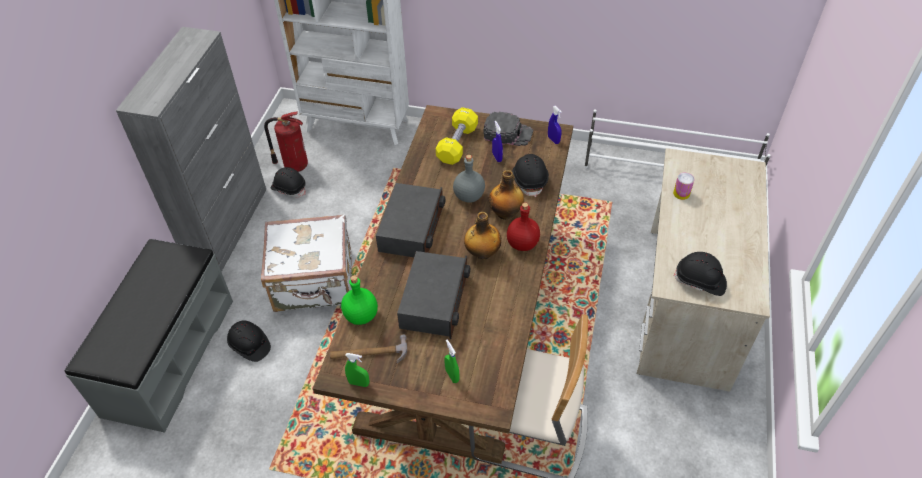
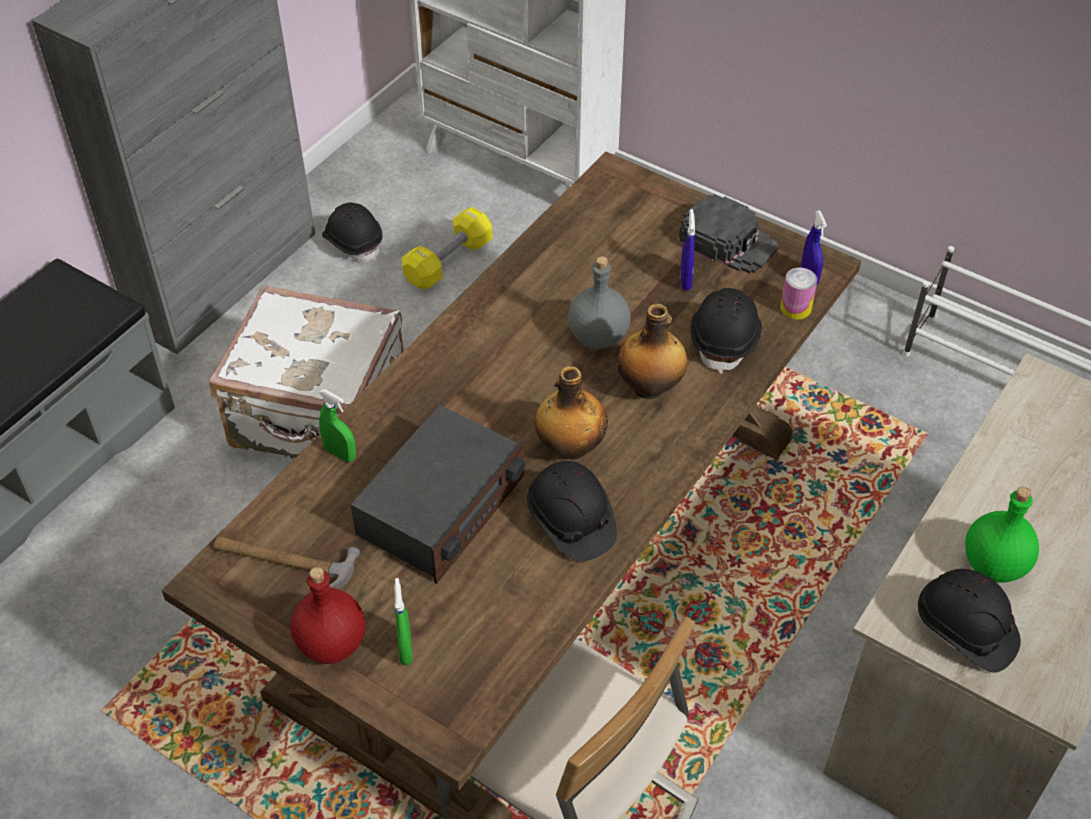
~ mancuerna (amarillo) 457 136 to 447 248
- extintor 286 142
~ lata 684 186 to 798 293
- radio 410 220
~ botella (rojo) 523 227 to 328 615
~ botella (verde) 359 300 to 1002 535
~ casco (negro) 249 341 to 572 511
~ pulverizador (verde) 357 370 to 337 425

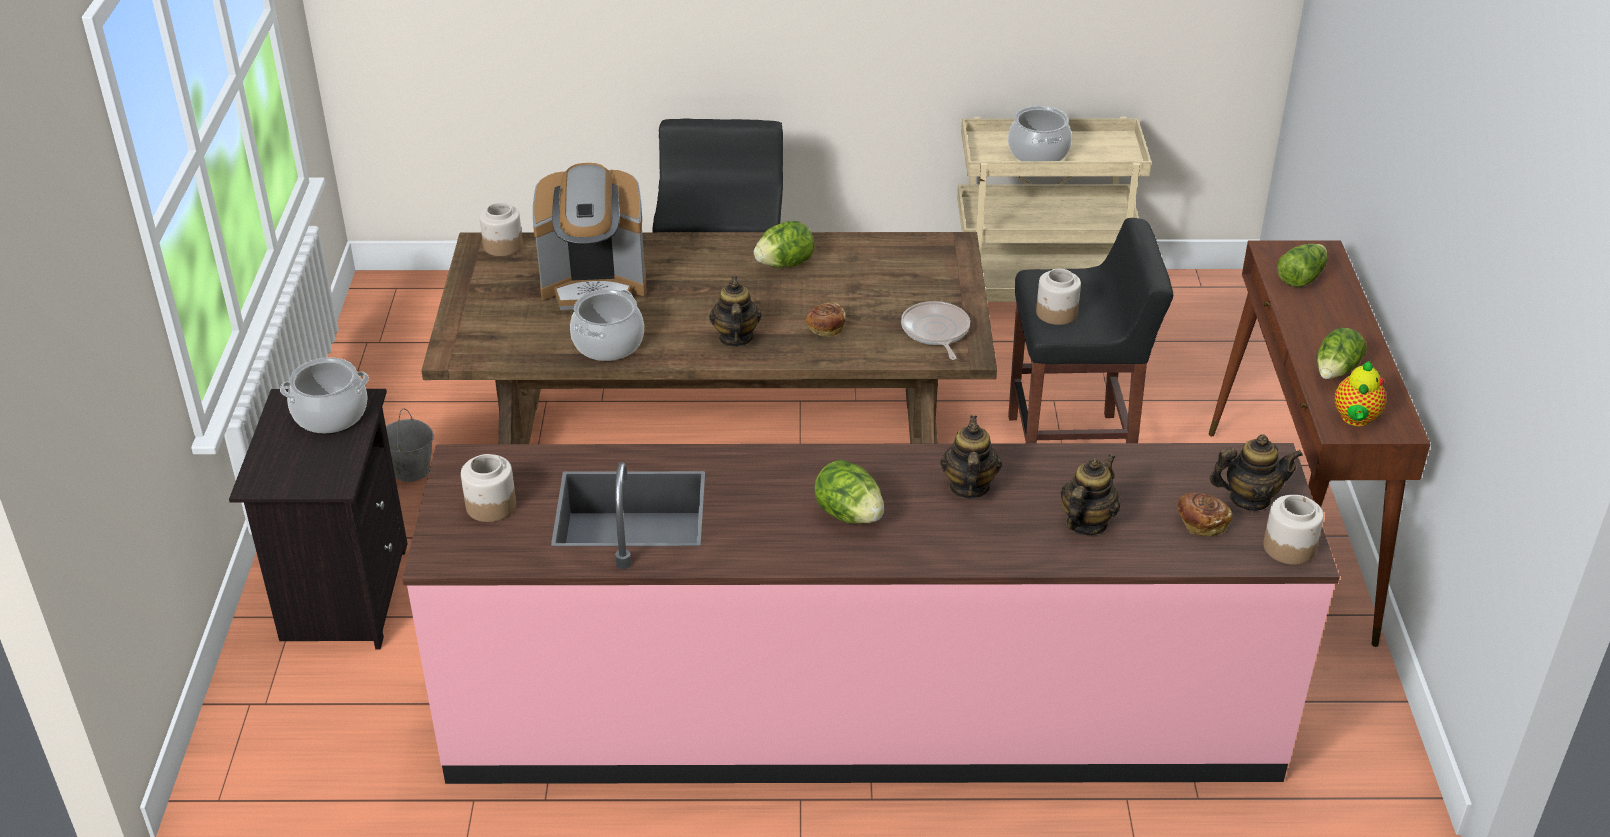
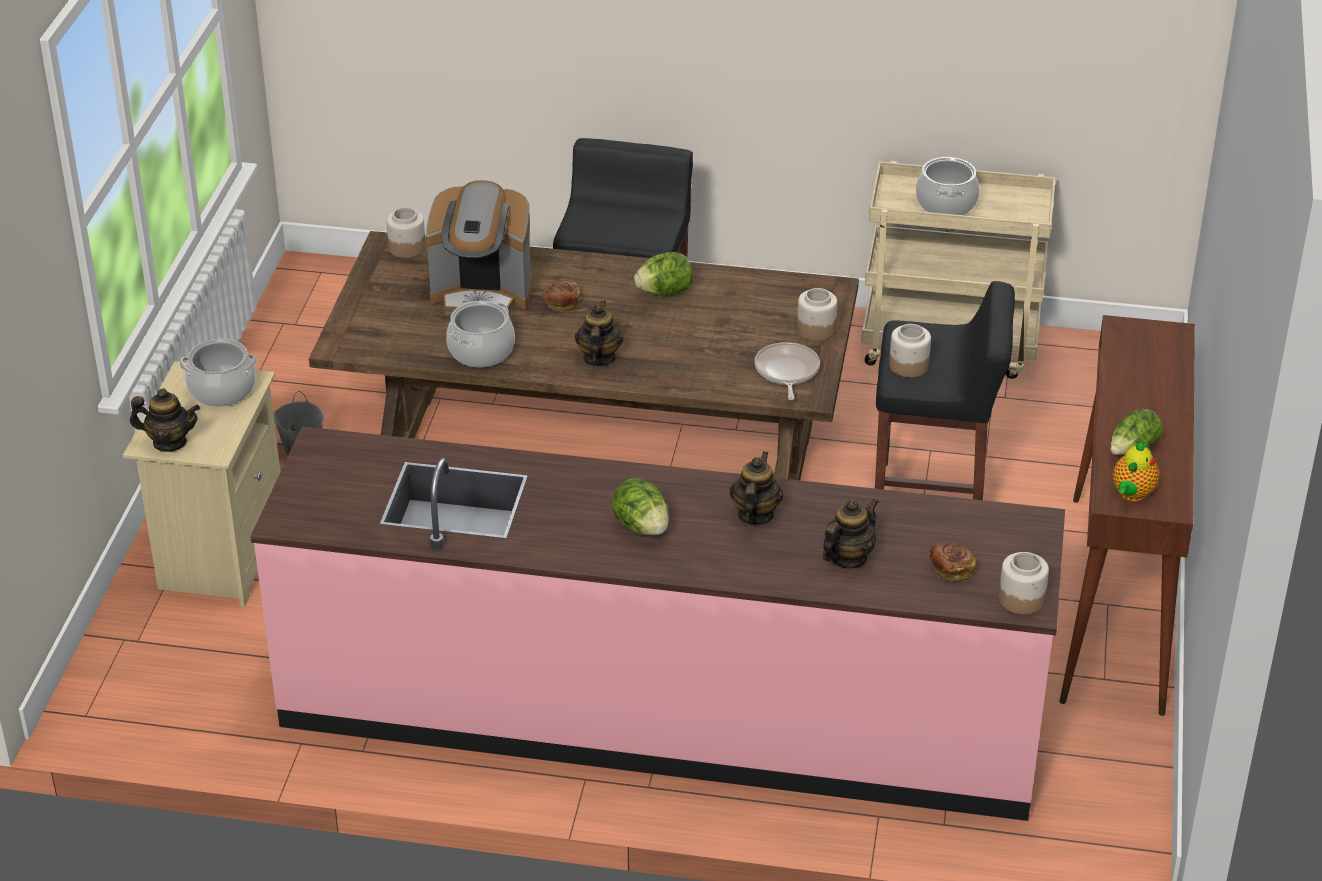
- lechuga 1302 265
~ pan 826 319 to 561 297
~ mesita de noche (negro) 318 519 to mesita de noche (beis) 201 484
~ tetera 1256 473 to 165 420
~ tarro 488 488 to 817 314

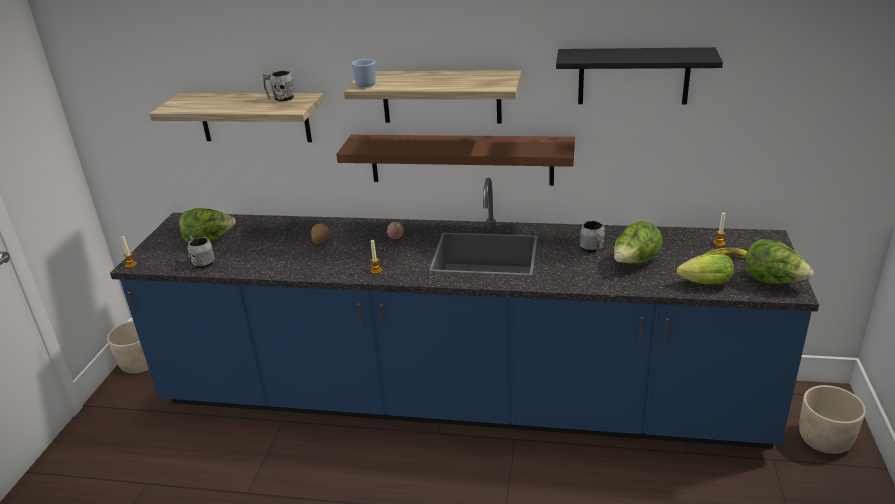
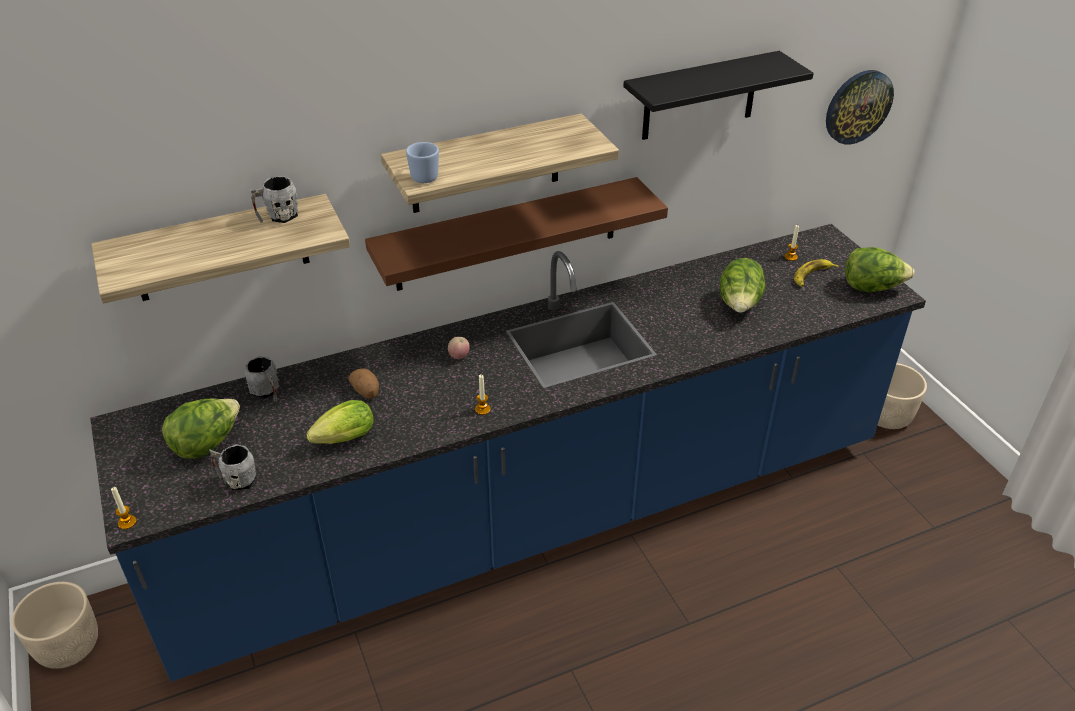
~ taza grande (gris) 592 238 to 262 379
~ lechuga 705 268 to 340 422
+ reloj de pared 860 107

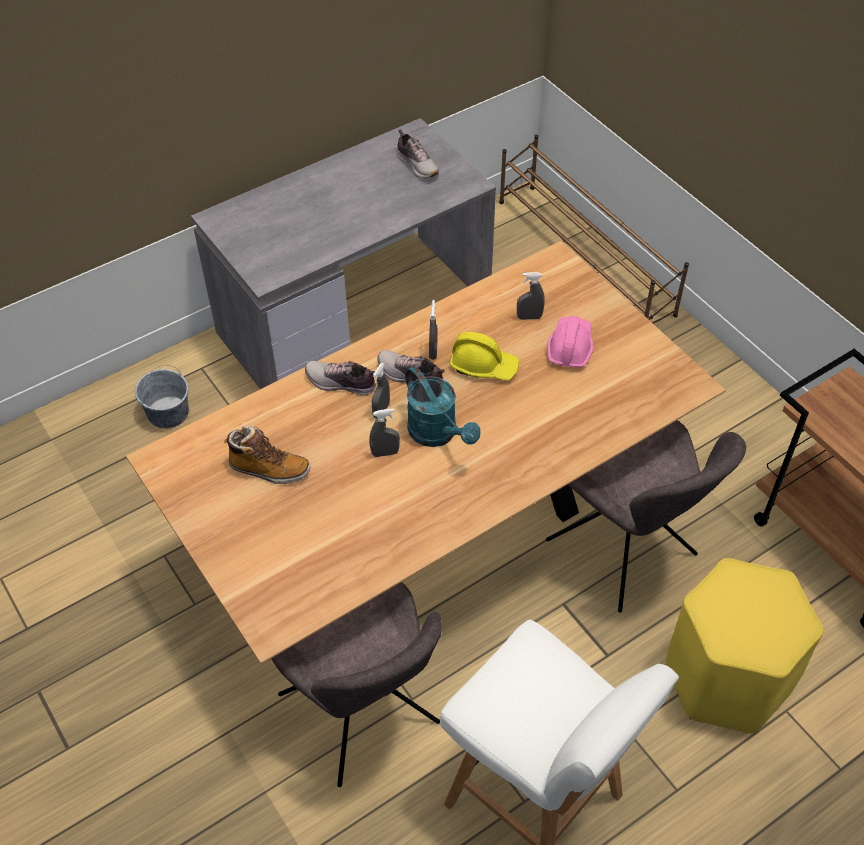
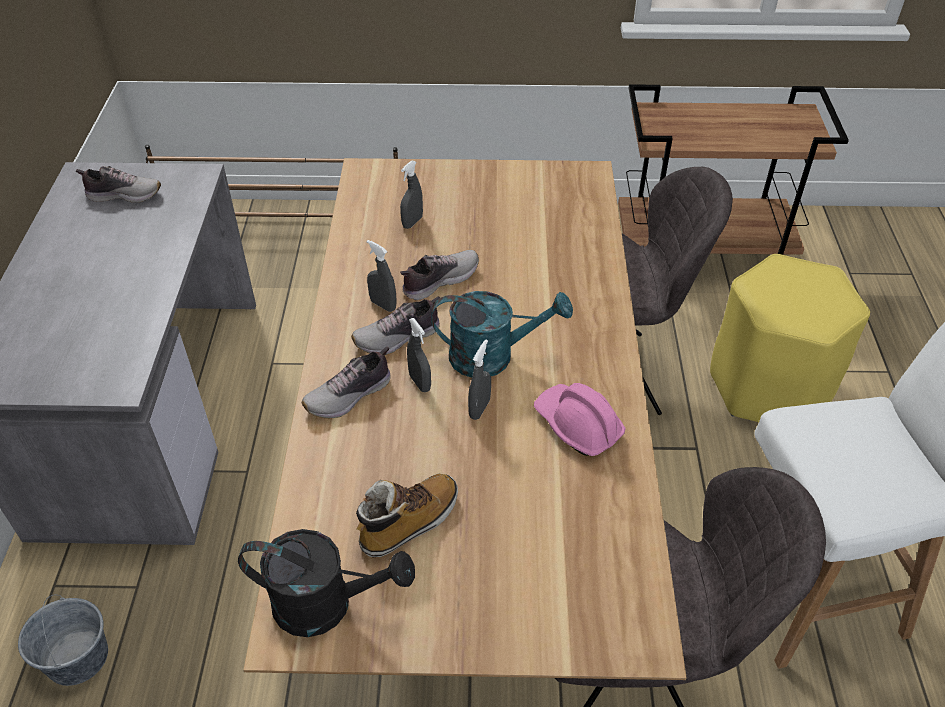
~ casco (rosa) 570 341 to 579 419
~ casco (amarillo) 484 356 to zapato 439 275
+ regadera (negro) 326 583

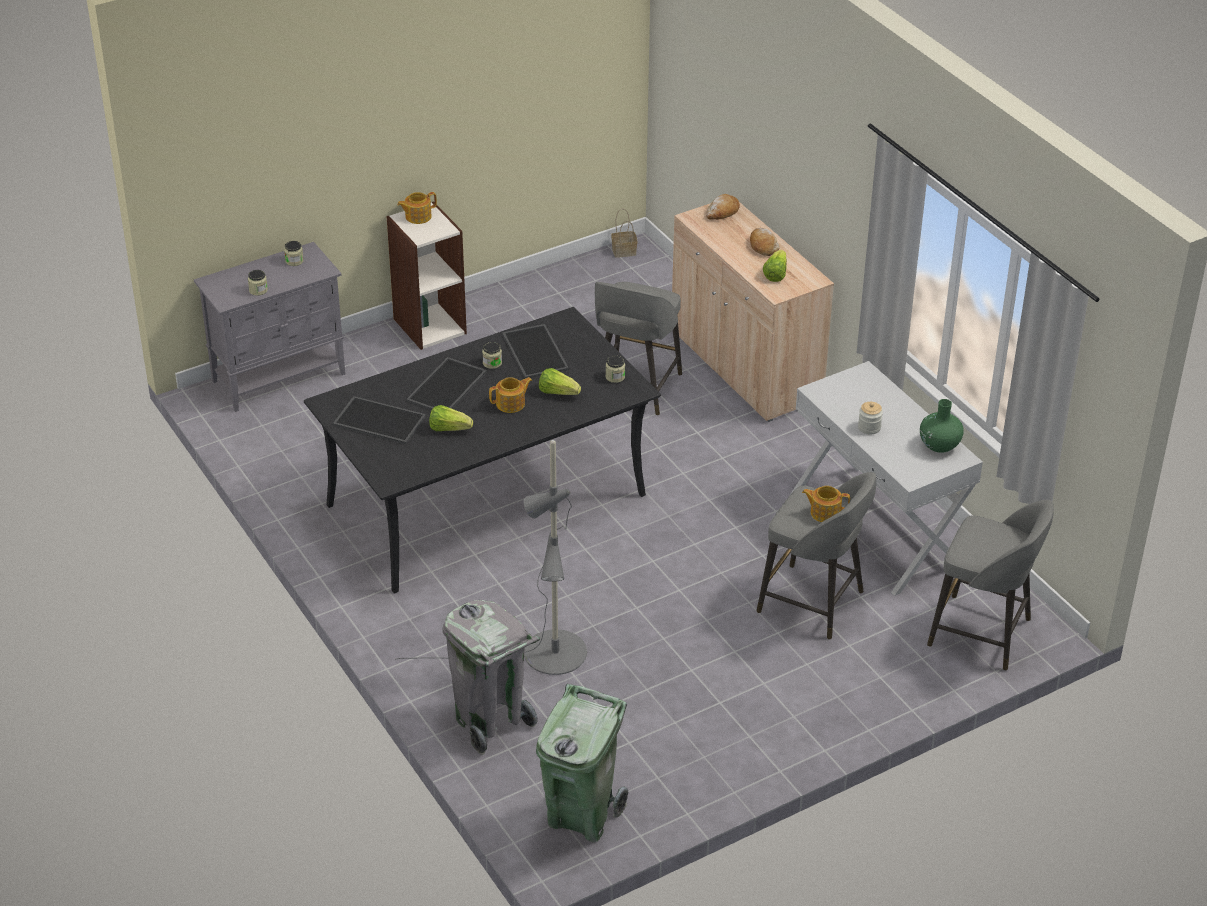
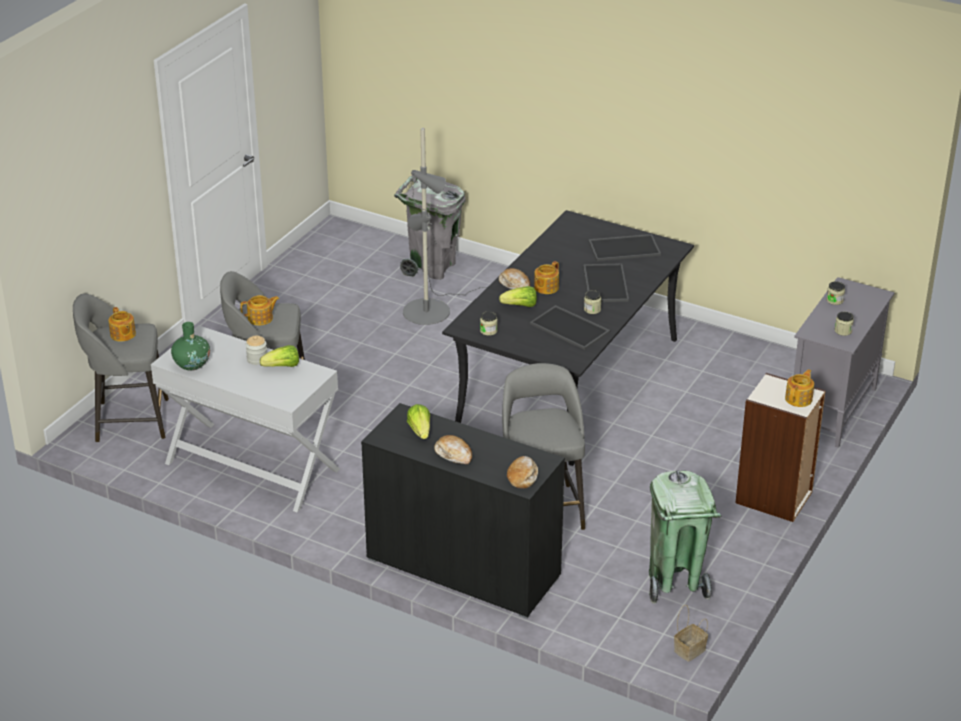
~ armario (beis) 753 312 to armario (negro) 463 511
~ lechuga 451 418 to 279 356
~ papelera (verde) 582 763 to 685 537
+ pan 514 279
+ tetera 122 324

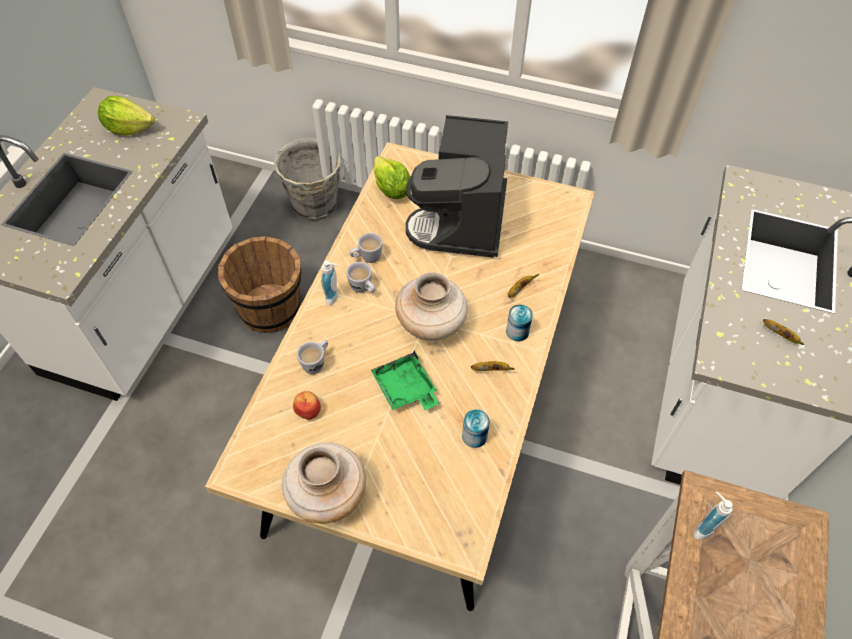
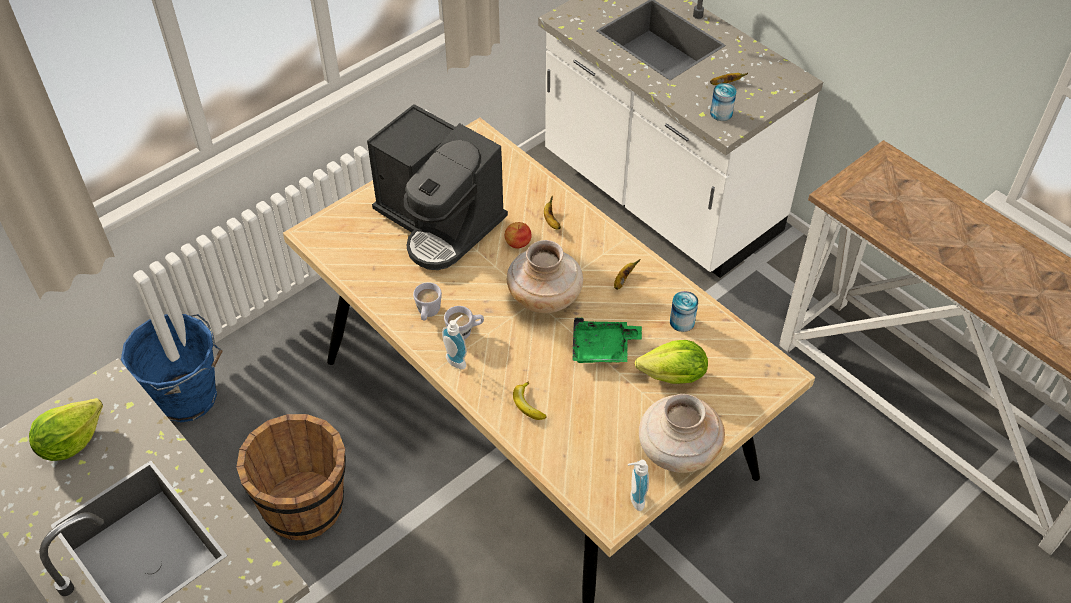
~ cubo (gris) 308 179 to cubo (azul) 172 368
~ lechuga 392 177 to 671 362
~ lata 519 323 to 723 102
~ taza grande (blanco) 312 357 to plátano 530 401
~ manzana 307 405 to 518 235
~ dispensador de jabón 713 515 to 638 485

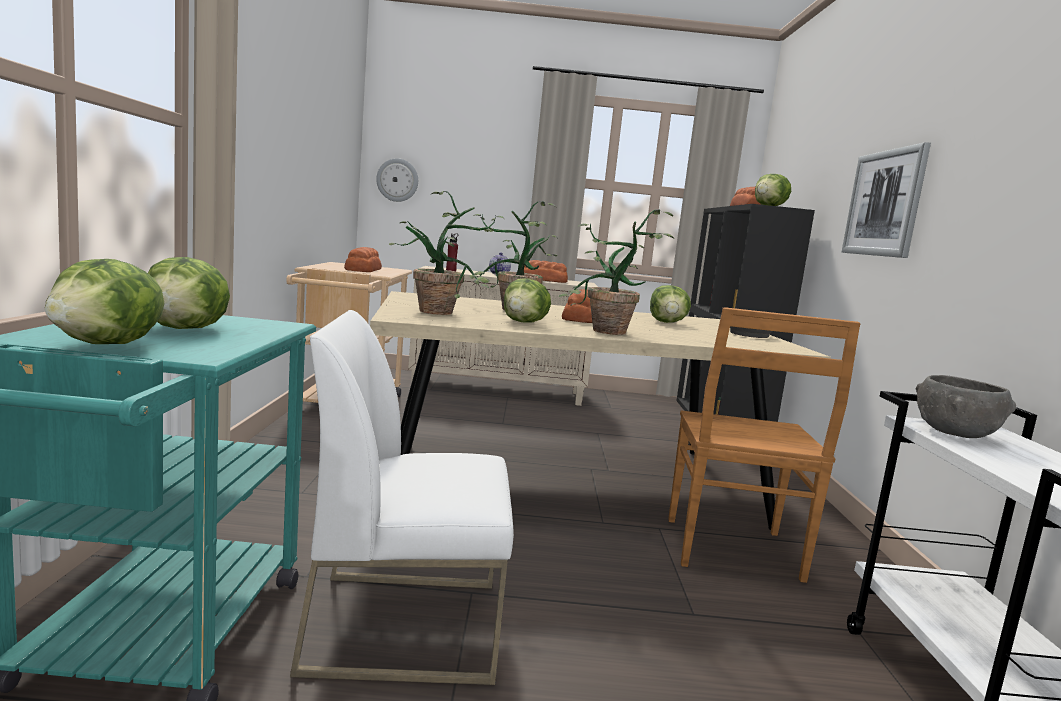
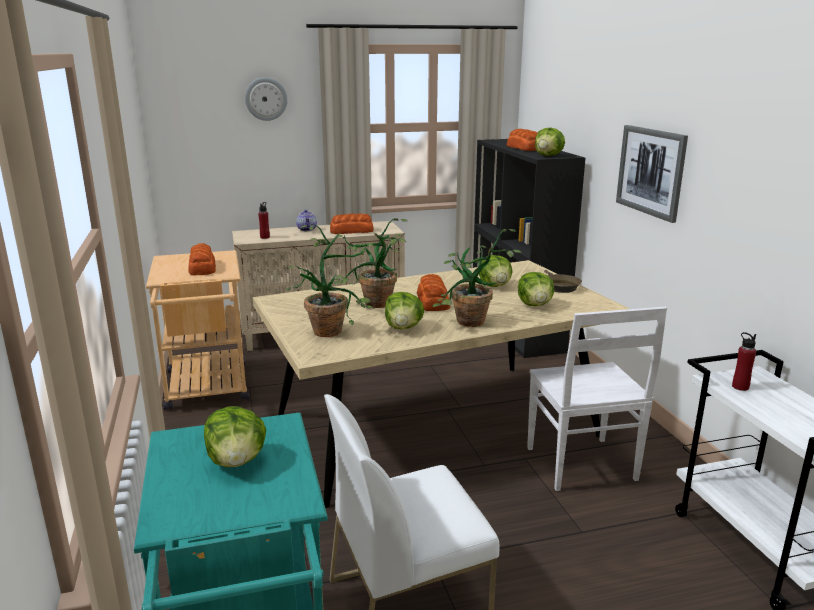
~ reloj de pared 397 180 to 266 99
~ lechuga 104 301 to 536 289
~ silla (marrón) 764 445 to silla (blanco) 597 399
~ cuenco (gris) 966 406 to botella (rojo) 744 361

